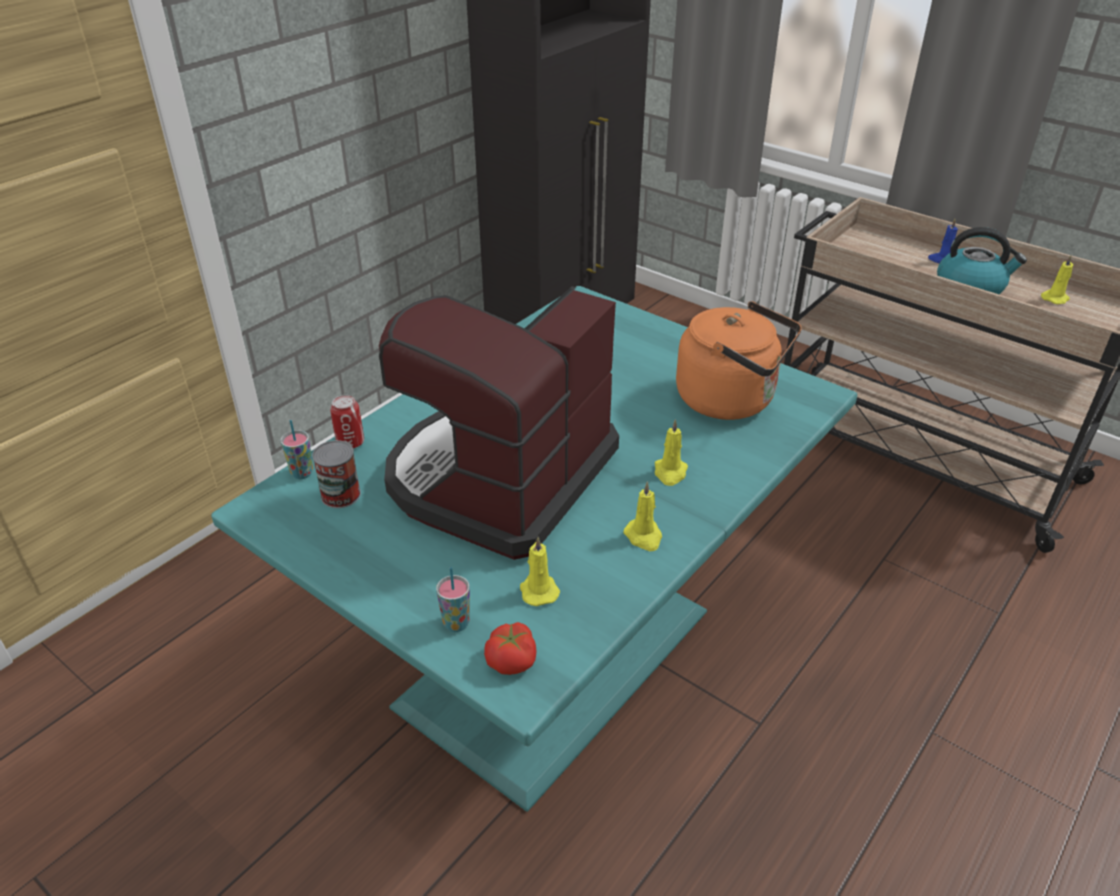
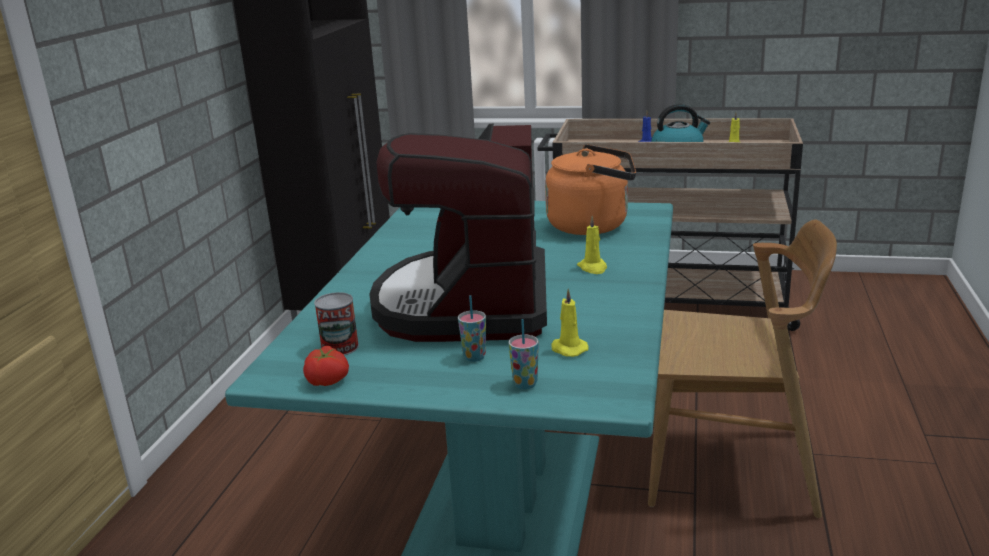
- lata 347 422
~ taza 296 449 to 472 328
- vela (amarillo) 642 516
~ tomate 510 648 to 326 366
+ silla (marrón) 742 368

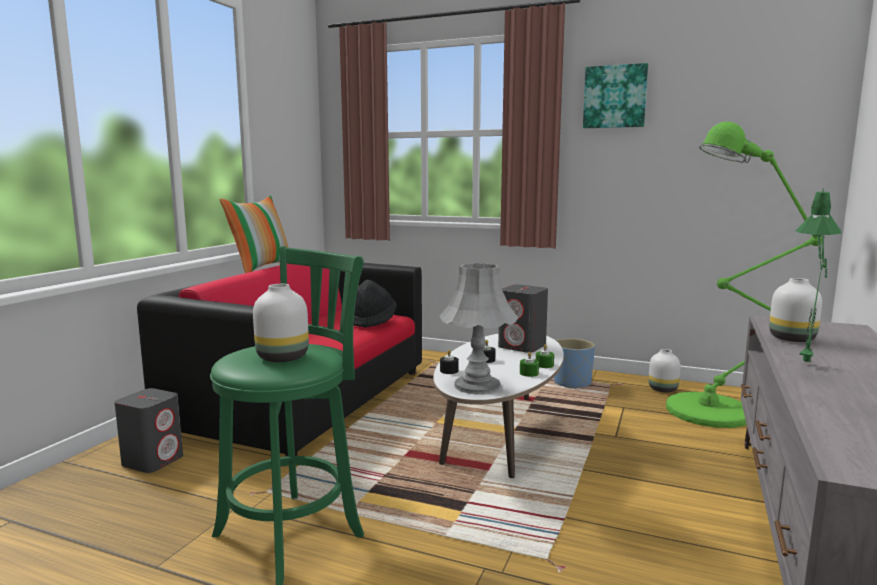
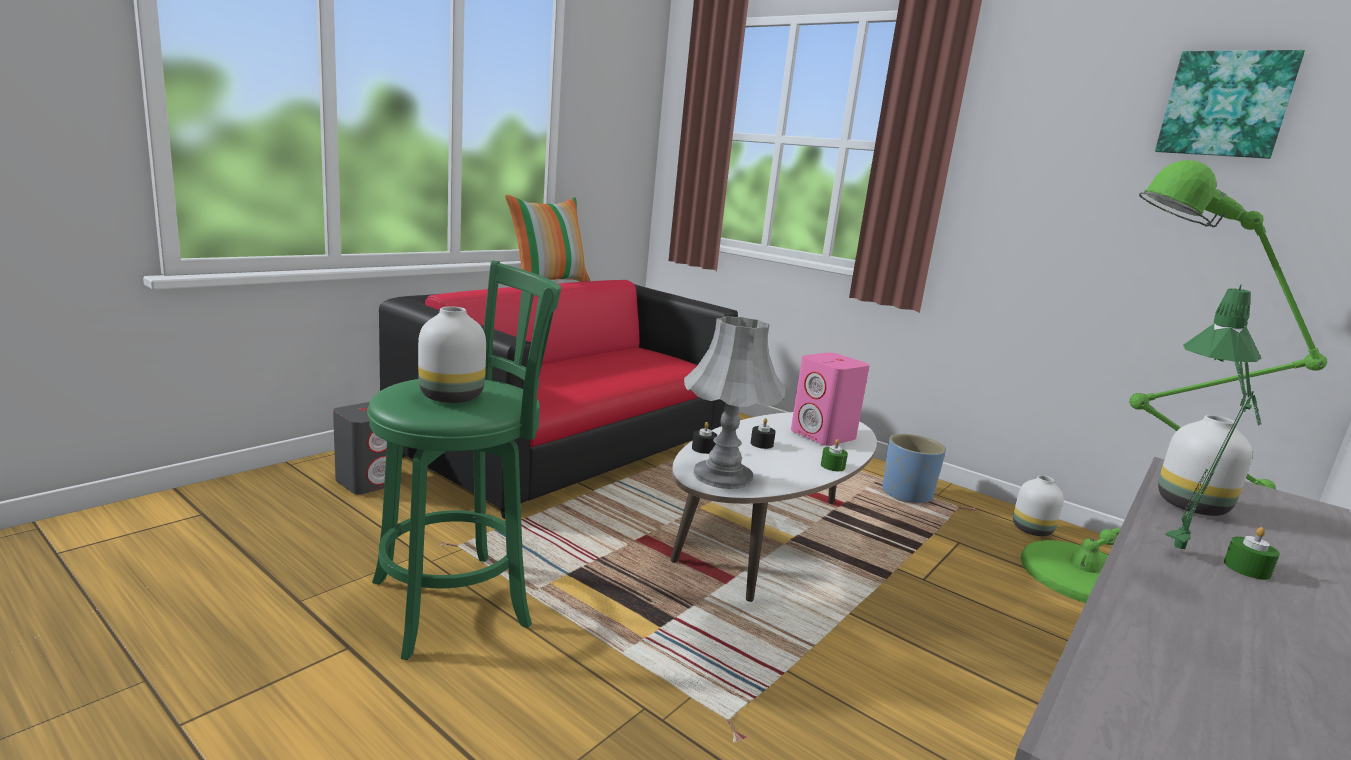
~ cuadro 615 95 to 1230 104
- sombrero (negro) 375 304
~ altavoz (gris) 523 318 to altavoz (rosa) 830 399
~ vela (verde) 529 364 to 1252 553

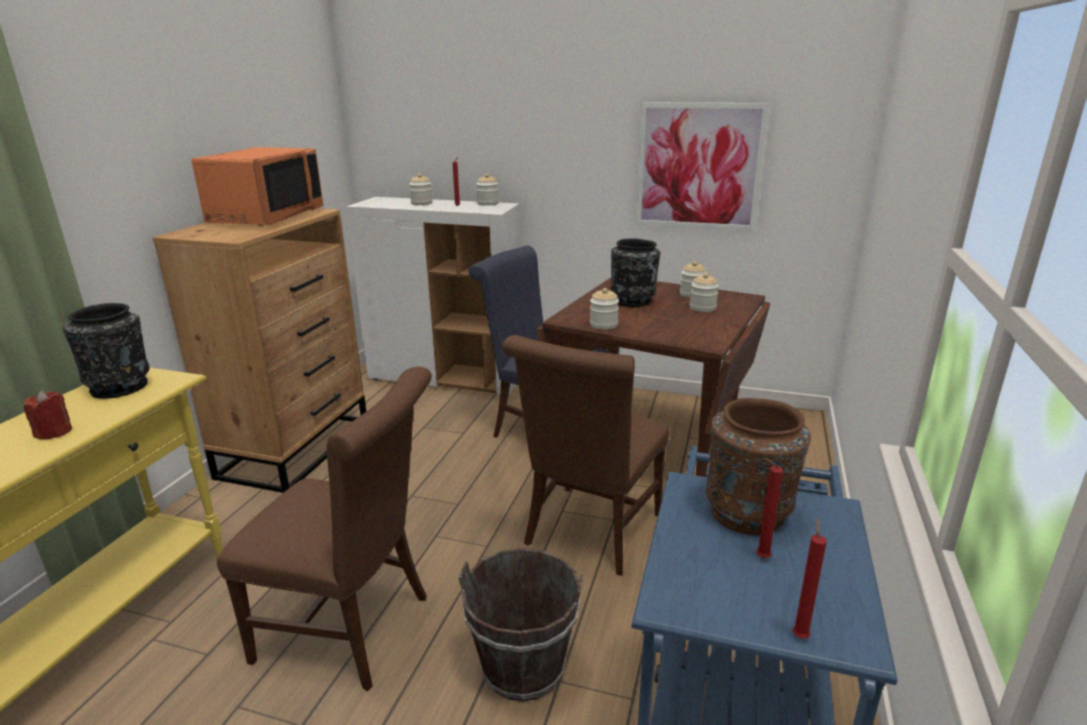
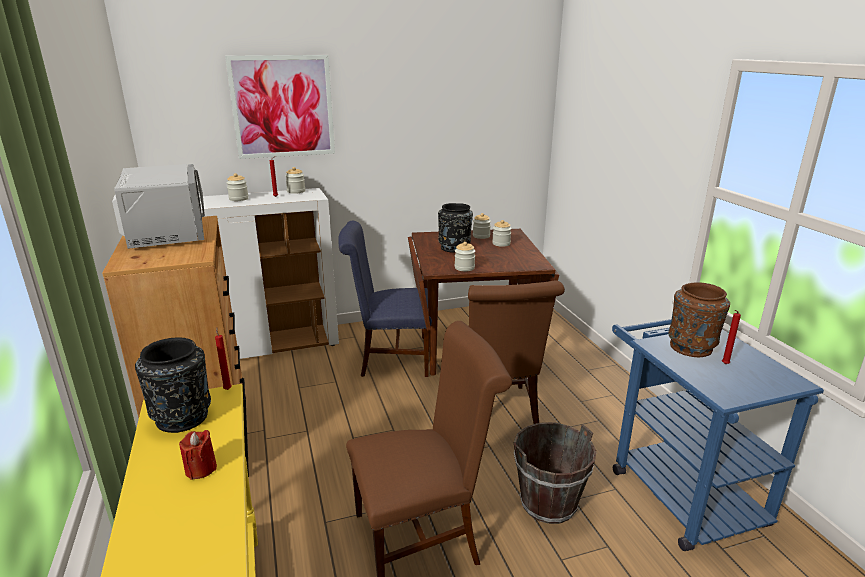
~ cuadro 702 167 to 280 107
~ microondas (naranja) 258 186 to microondas (gris) 158 206
~ vela (rojo) 809 578 to 223 358

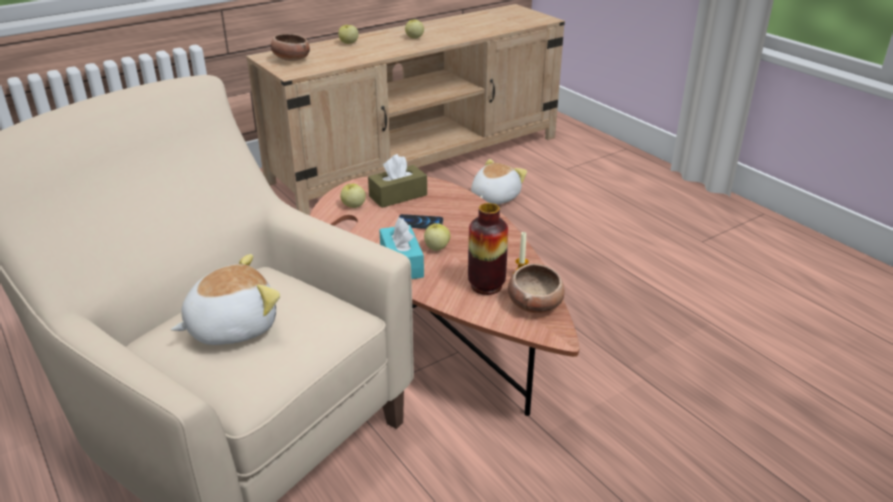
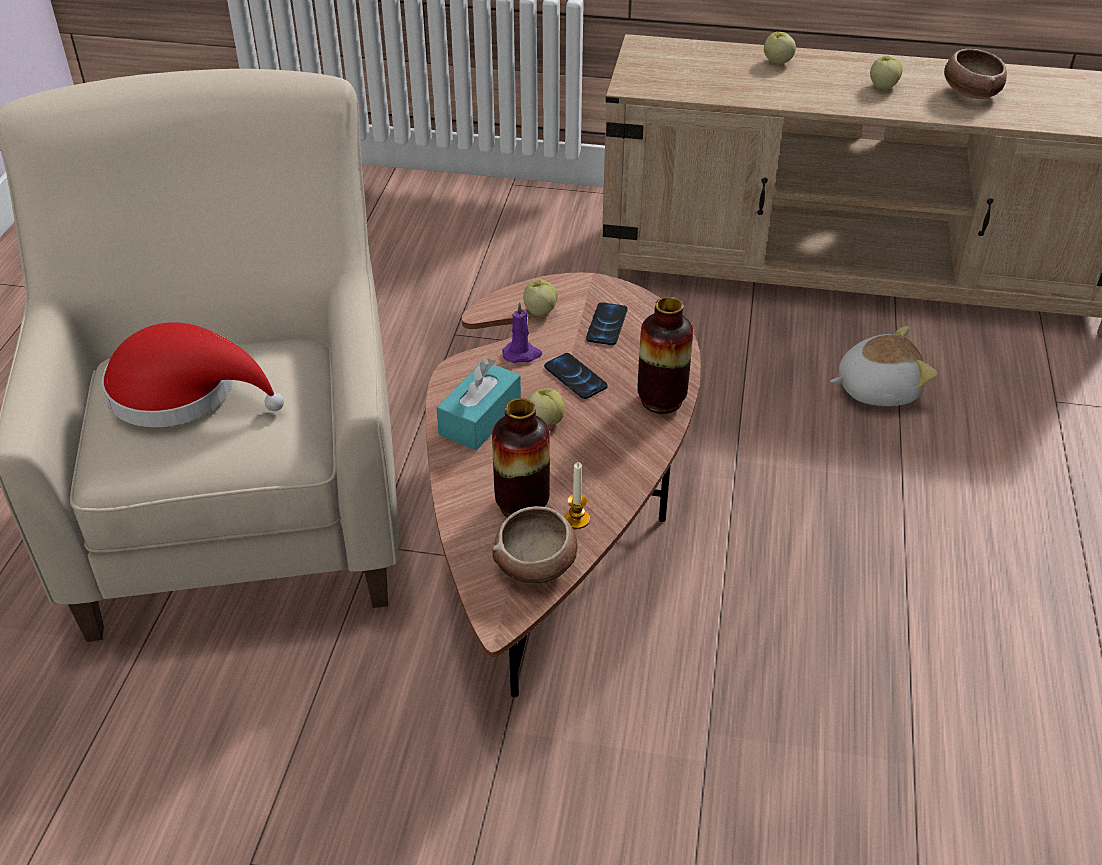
~ cuenco 290 47 to 975 74
~ caja de pañuelos (marrón) 397 181 to móvil 606 323
~ peluche 225 299 to sombrero (rojo) 193 374
+ florero 665 355
+ vela (morado) 522 332

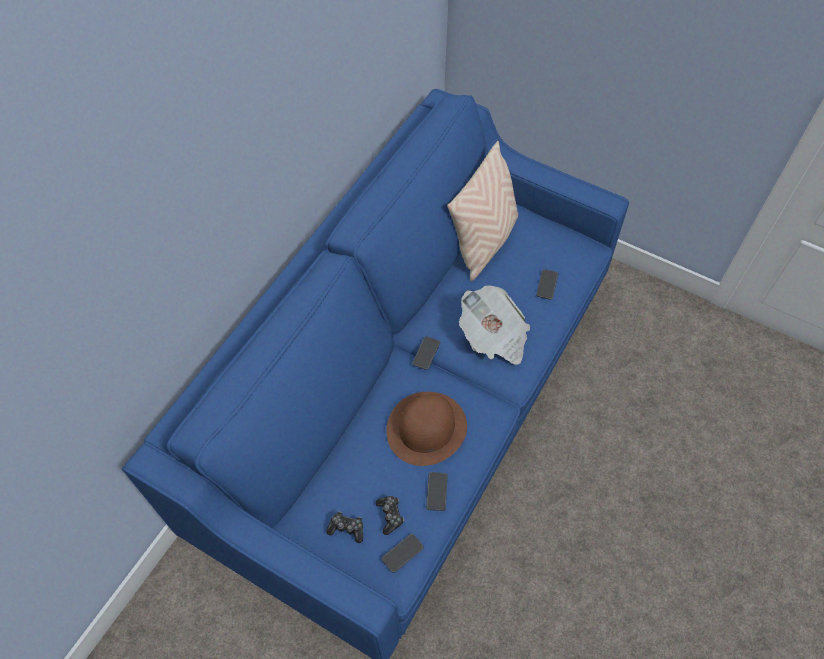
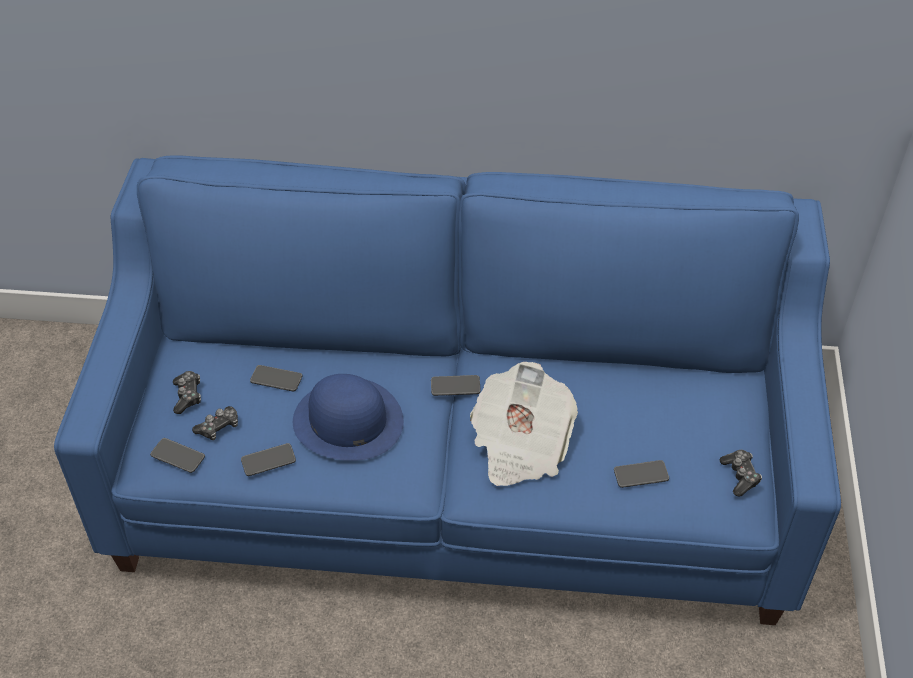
- cojín (beis) 482 211
~ sombrero (marrón) 426 429 to sombrero (azul) 348 417
+ móvil 276 378
+ mando de consola 741 473

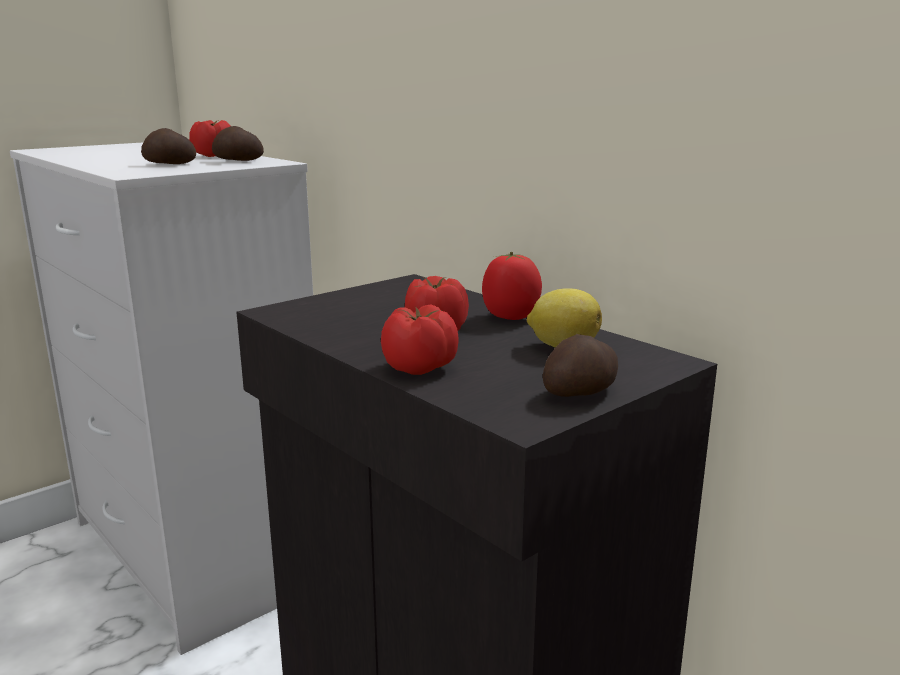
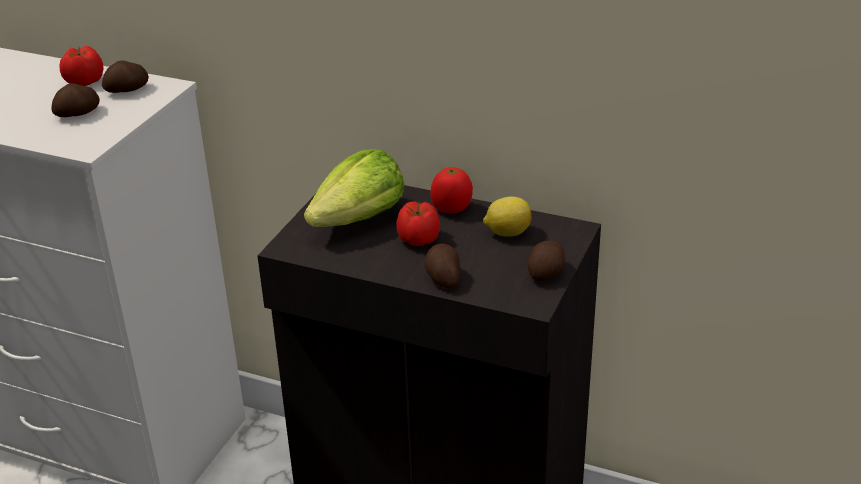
~ tomate 420 339 to patata 442 265
+ lechuga 354 188

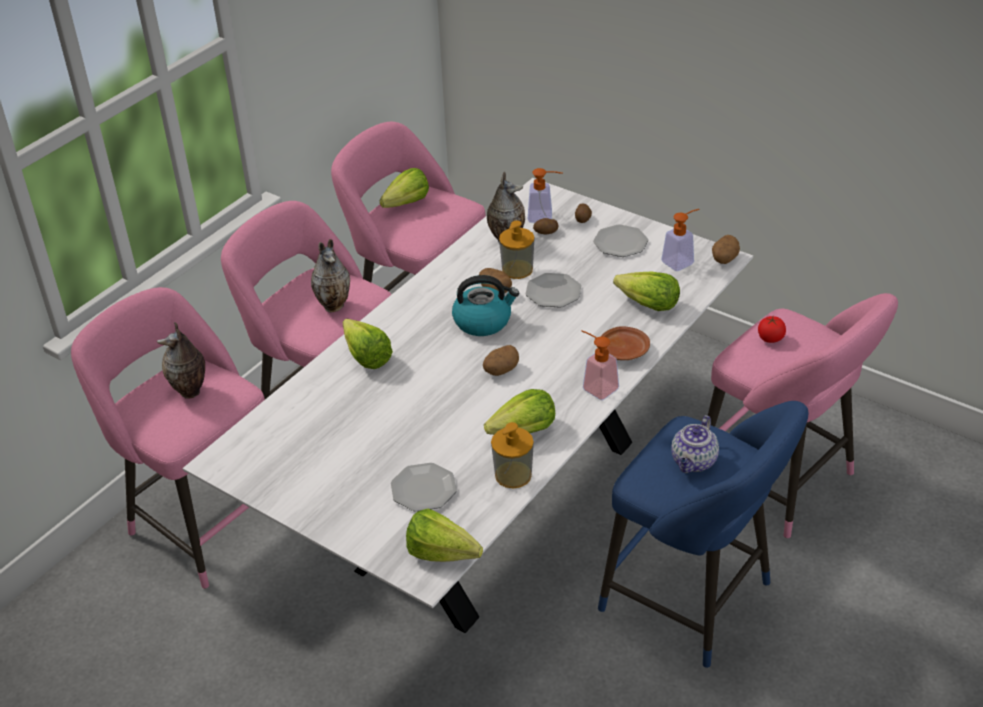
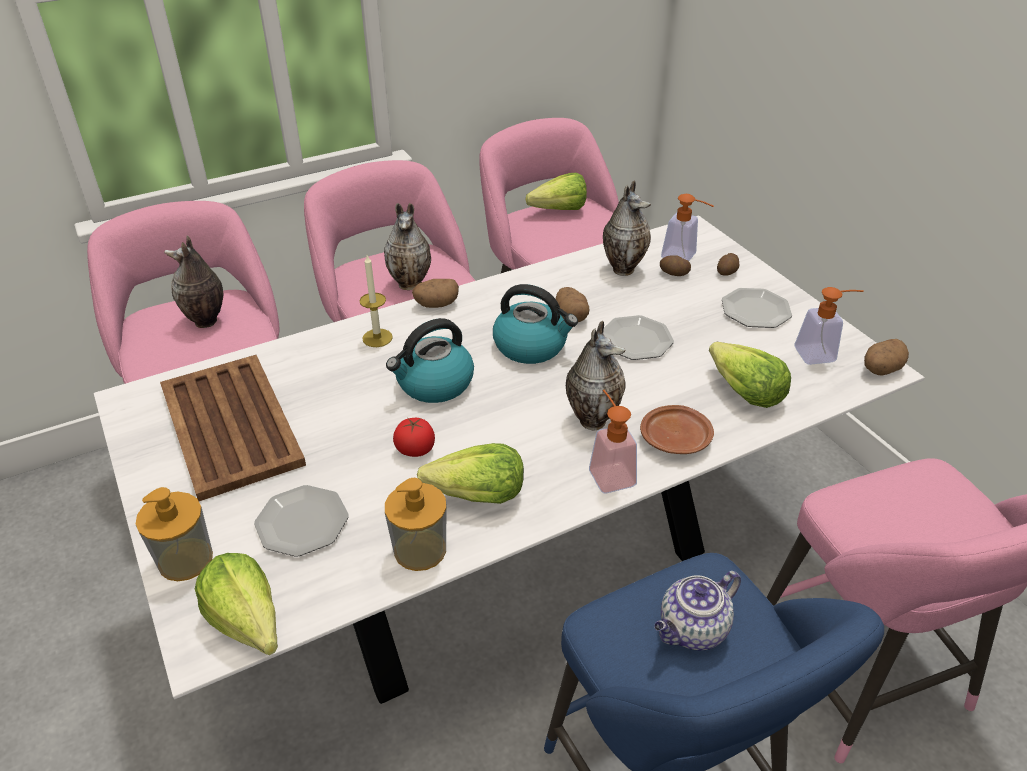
~ dispensador de jabón 517 249 to 174 534
~ tomate 772 329 to 414 437
~ lechuga 368 344 to vela 376 301
~ patata 501 360 to 435 293
+ hervidor 430 360
+ florero 596 376
+ bandeja (marrón) 233 428

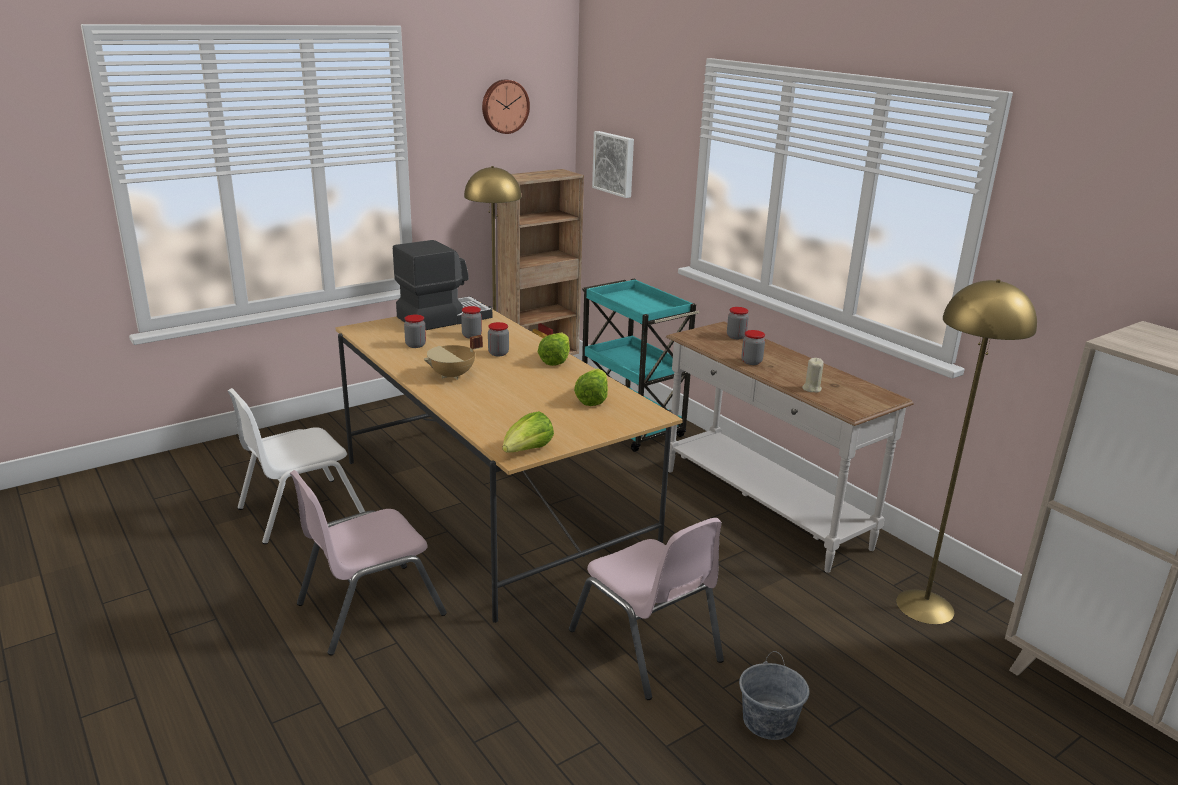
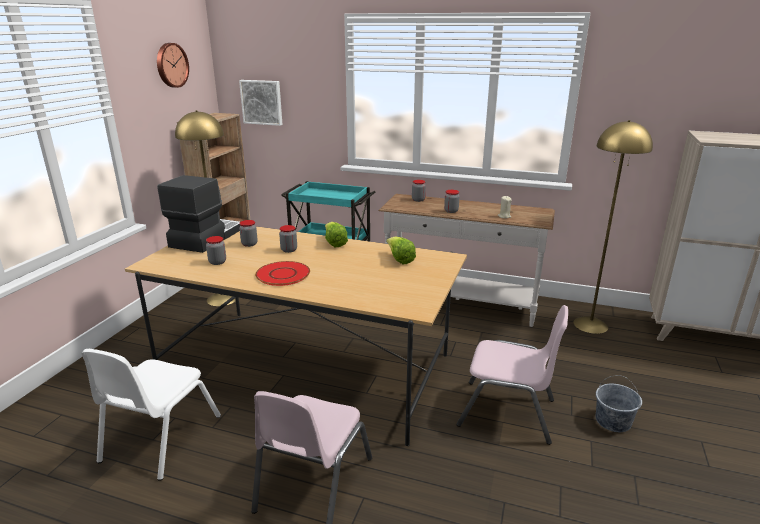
~ olla (beis) 453 357 to plato (rojo) 282 273
- lechuga 528 431

